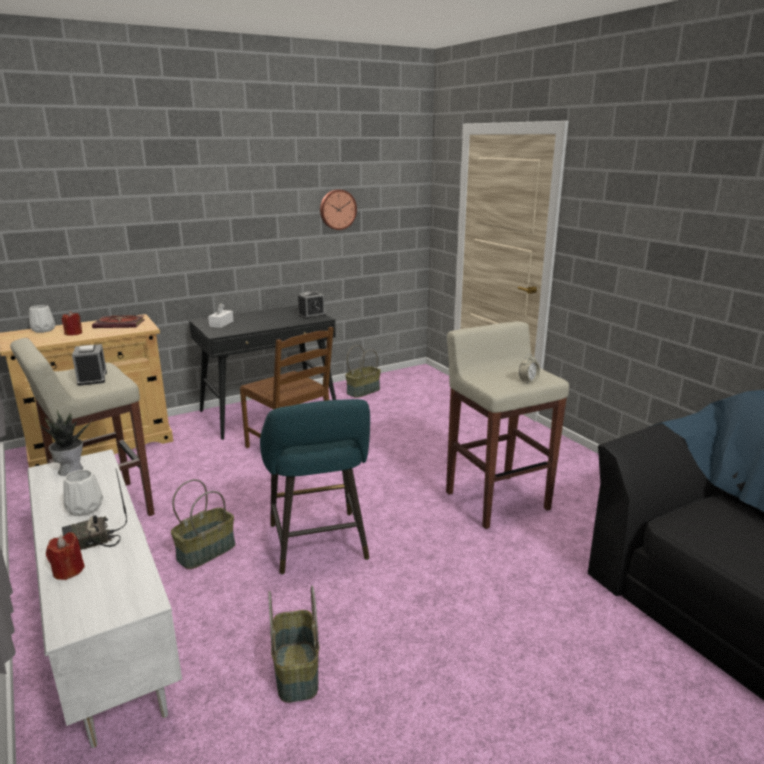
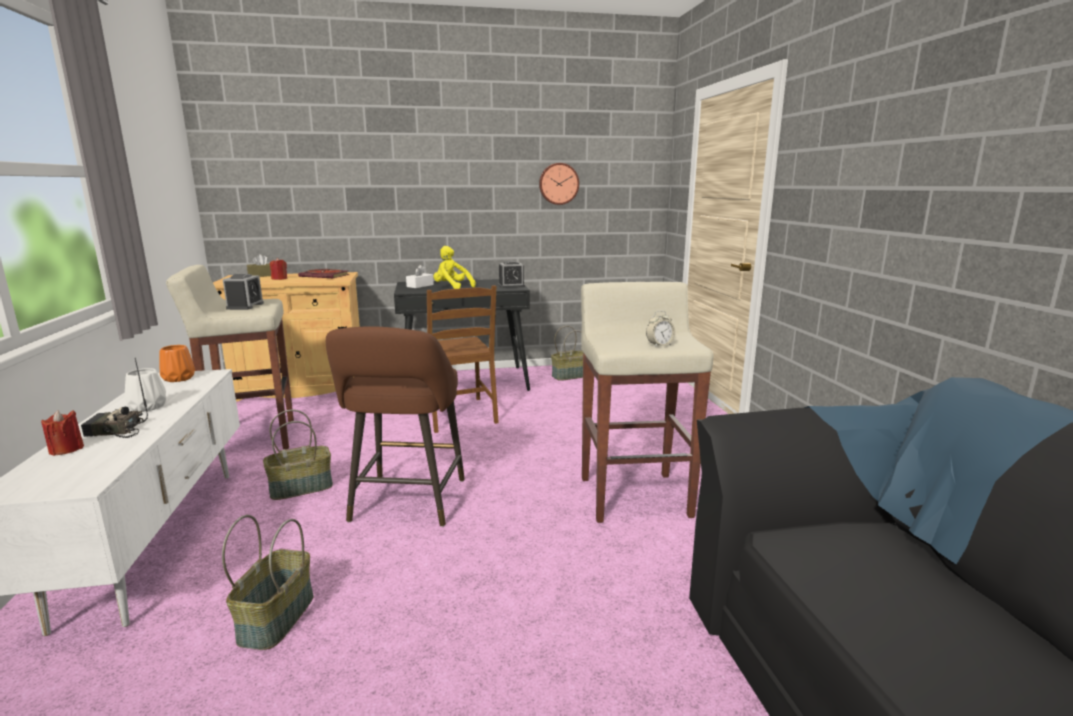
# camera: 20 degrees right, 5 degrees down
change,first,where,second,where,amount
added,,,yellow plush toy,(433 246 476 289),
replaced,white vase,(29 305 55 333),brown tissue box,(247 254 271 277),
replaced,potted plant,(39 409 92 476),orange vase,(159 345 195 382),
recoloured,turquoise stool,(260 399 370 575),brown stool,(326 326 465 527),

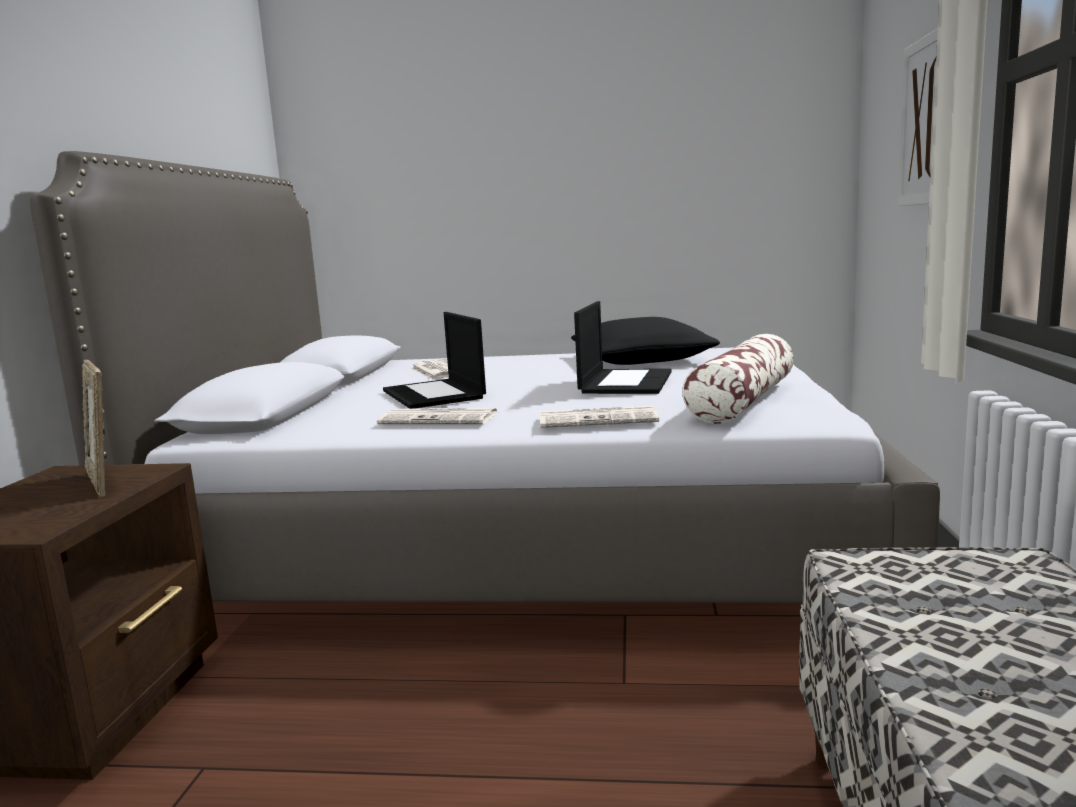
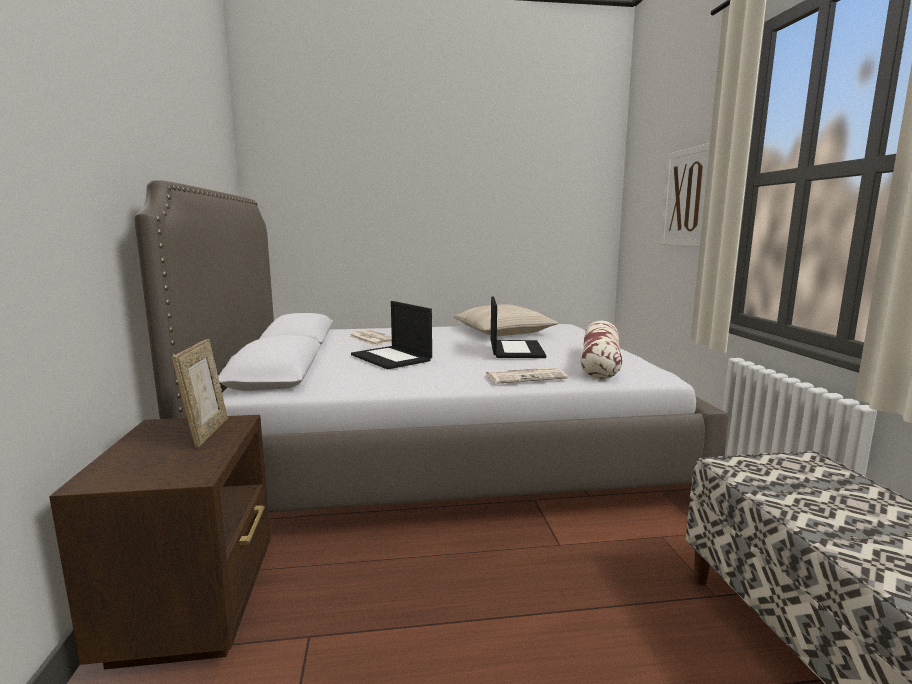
# camera: 15 degrees left, 0 degrees up
change,first,where,second,where,amount
removed,newspaper,(377 408 499 424),,,
recoloured,black pillow,(571 317 720 365),beige pillow,(453 304 558 336),
turned,picture frame,(82 360 105 497),,(172 339 228 448),135 degrees counterclockwise

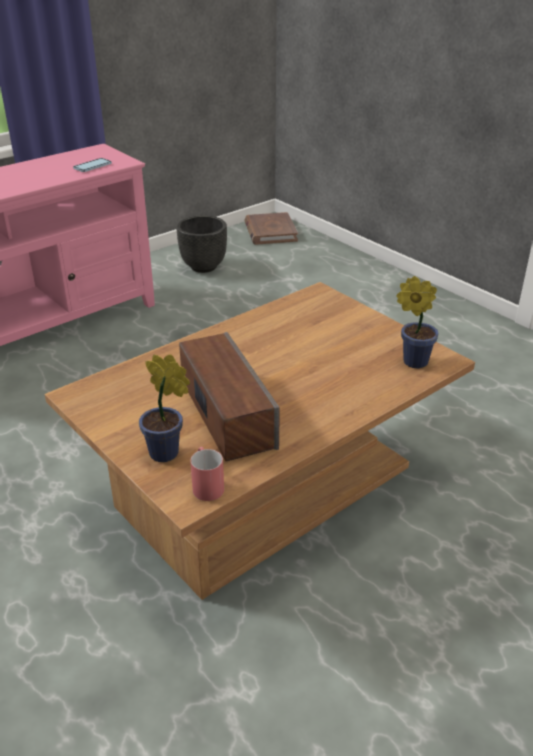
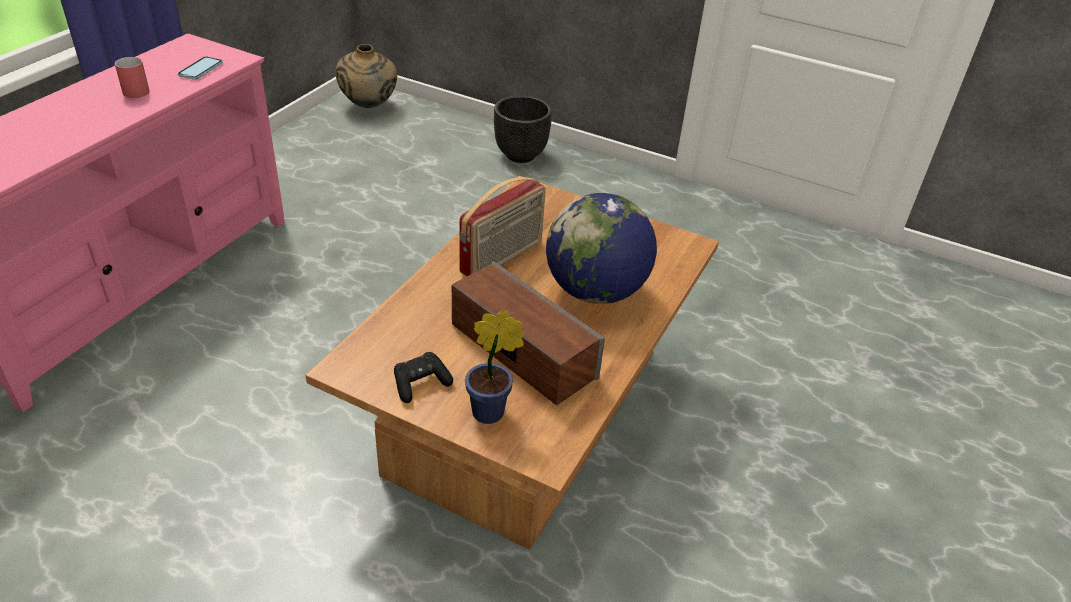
# camera: 25 degrees left, 5 degrees up
change,first,where,second,where,amount
removed,potted plant,(396 276 439 368),,,
added,,,black game controller,(394 352 453 403),
added,,,radio,(459 177 546 276),
added,,,globe,(546 193 657 304),
moved,black planter,(177 215 227 273),,(494 96 552 163),
moved,red mug,(190 447 224 501),,(115 57 150 98),
replaced,brown book,(245 212 298 245),beige vase,(336 44 397 108),

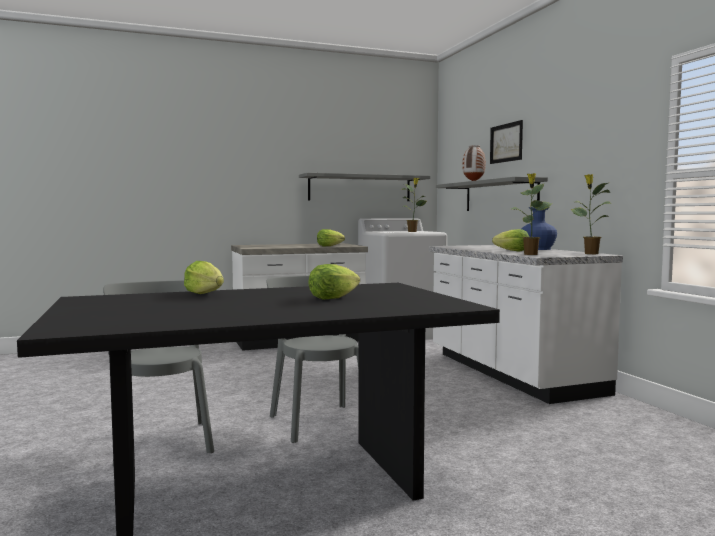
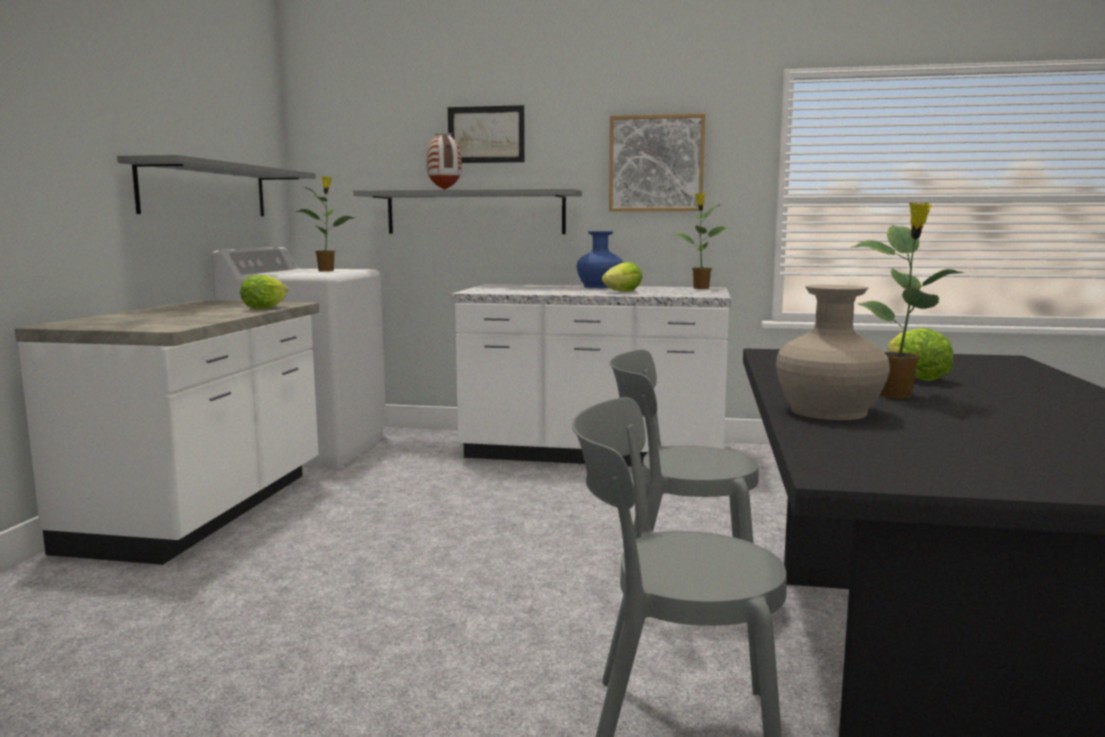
# camera: 60 degrees left, 5 degrees up
change,first,where,second,where,amount
added,,,picture,(609 114 705 211),
moved,potted plant,(511 173 553 255),,(852 202 965 398),
replaced,lettuce,(184 261 224 294),beige vase,(776 285 890 420),

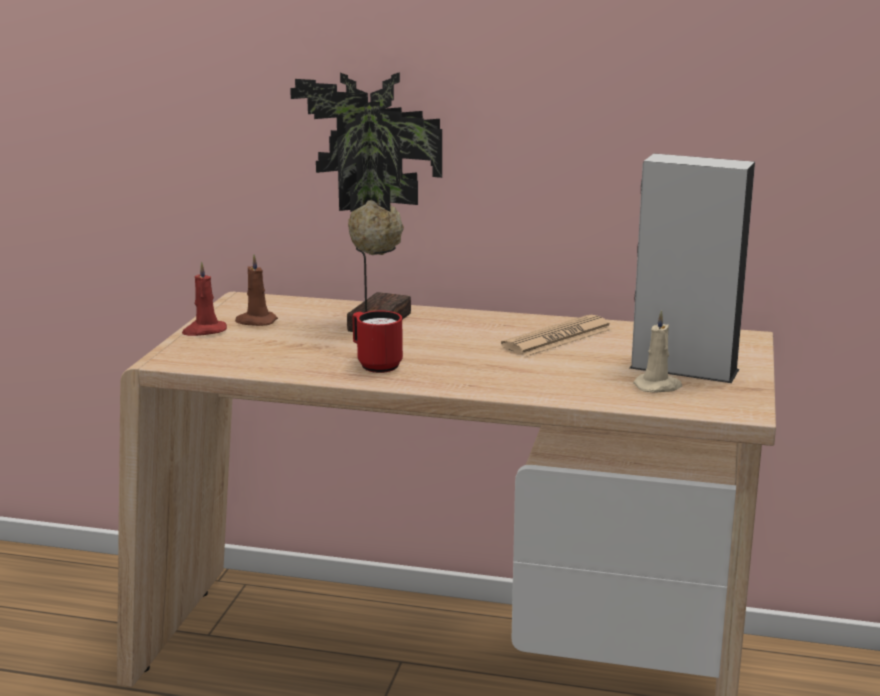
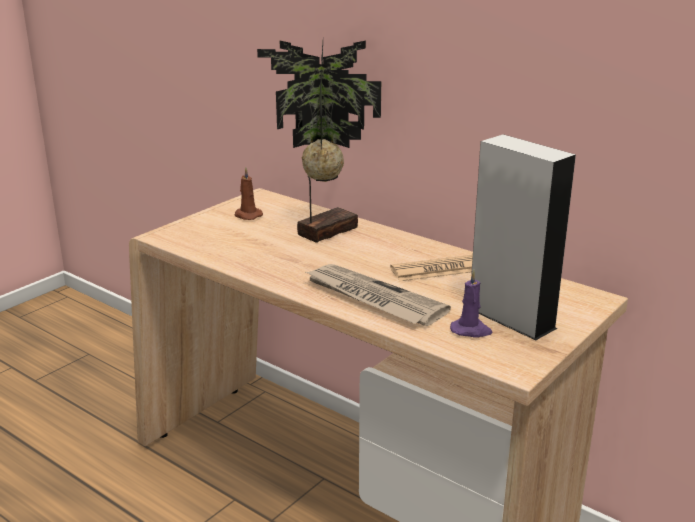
# camera: 25 degrees right, 5 degrees up
change,first,where,second,where,amount
removed,red candle,(182 261 227 336),,,
removed,red mug,(352 311 403 373),,,
added,,,newspaper,(304 264 451 326),
recoloured,beige candle,(633 310 682 393),purple candle,(450 270 493 337),

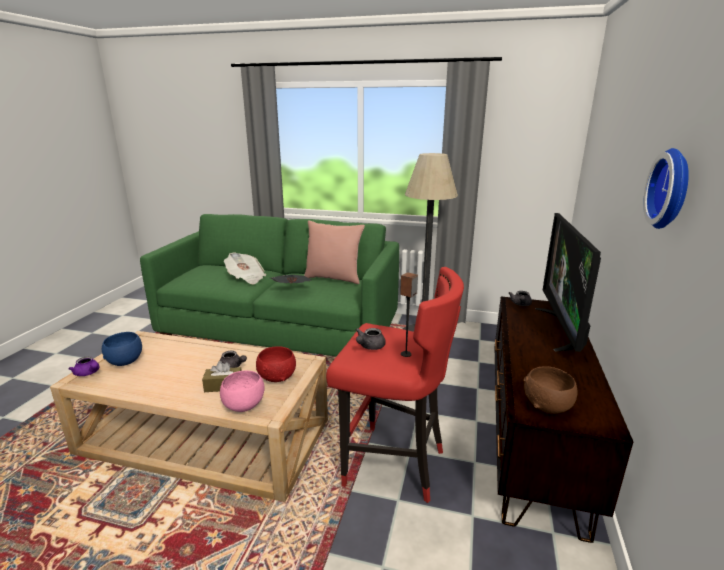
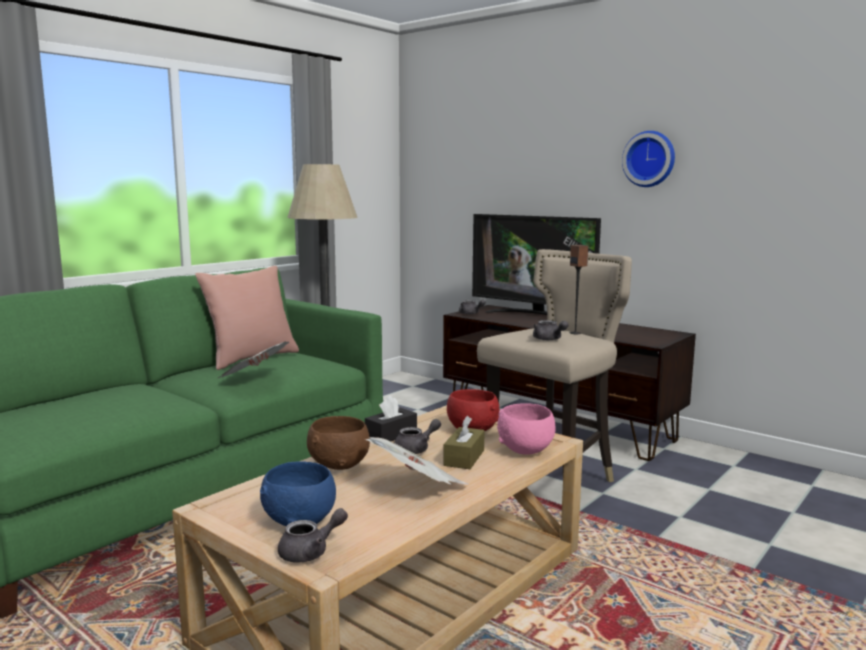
# camera: 65 degrees left, 10 degrees down
change,first,where,second,where,amount
added,,,black tissue box,(365 395 417 441),
moved,newspaper,(224 252 266 284),,(365 437 469 485),
moved,brown bowl,(524 366 578 414),,(307 416 370 470),
recoloured,purple teapot,(69 356 100 376),grey teapot,(278 508 348 563),
recoloured,red stool,(326 267 464 503),beige stool,(477 249 632 482),

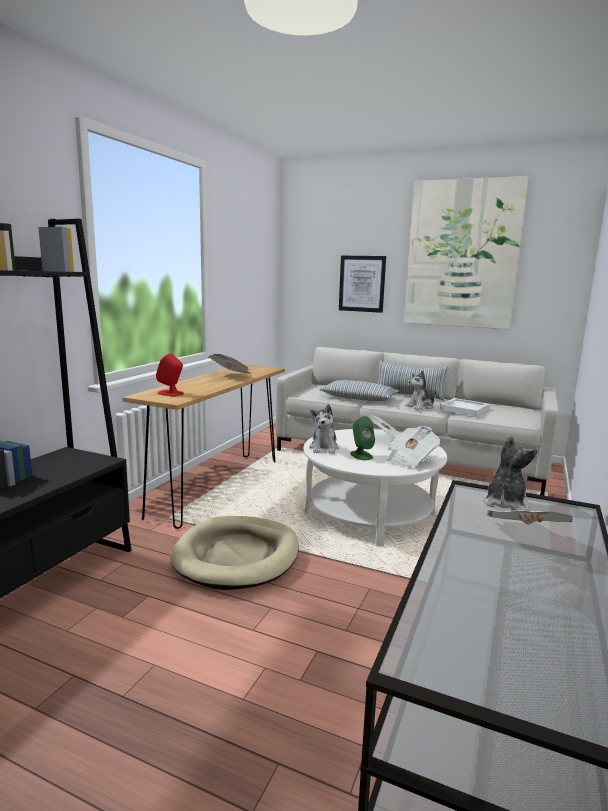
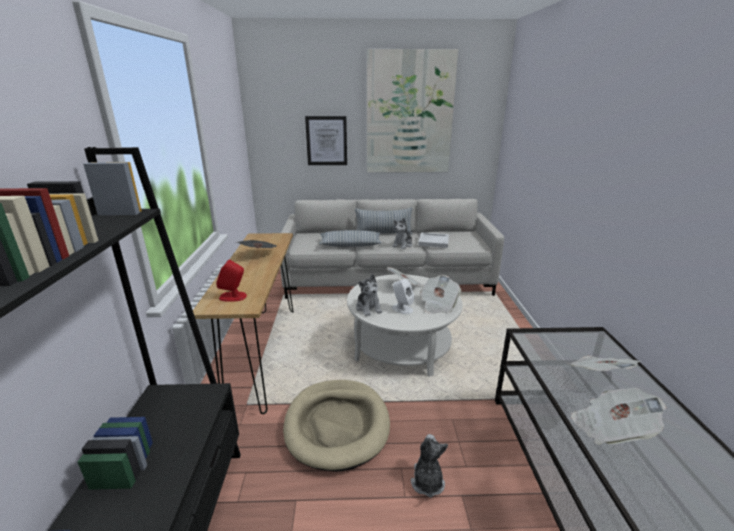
# camera: 25 degrees left, 10 degrees up
change,first,where,second,where,amount
added,,,newspaper,(571 388 667 445),
moved,plush toy,(483 436 538 511),,(411 434 448 498),
recoloured,green speaker,(350 416 375 460),white speaker,(392 279 414 314),

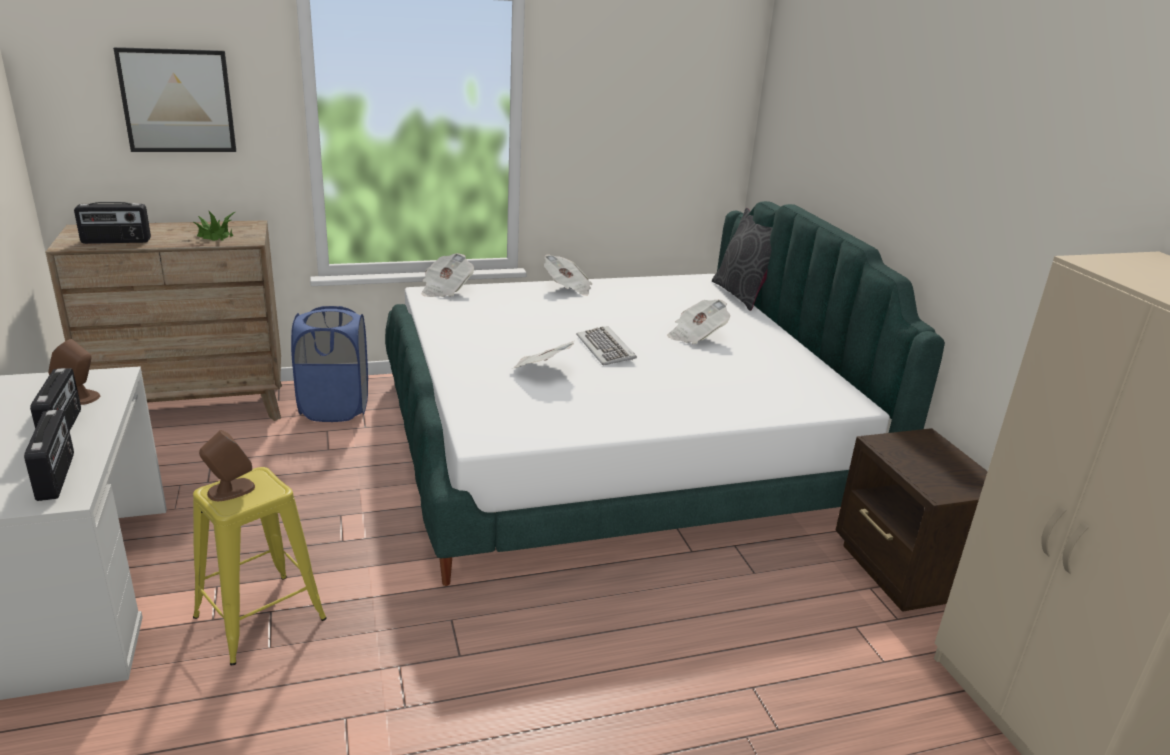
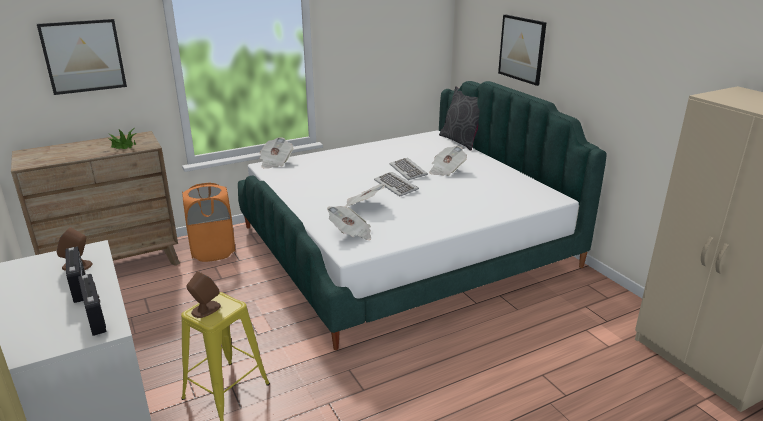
# camera: 10 degrees left, 0 degrees up
change,first,where,second,where,amount
removed,radio,(74 202 151 244),,,
removed,brown nightstand,(835 428 988 612),,,
added,,,keyboard,(389 158 428 180),
added,,,picture,(498 14 547 86),
moved,newspaper,(544 254 592 296),,(327 206 371 240),
recoloured,blue laundry basket,(291 306 368 422),orange laundry basket,(182 182 235 262),

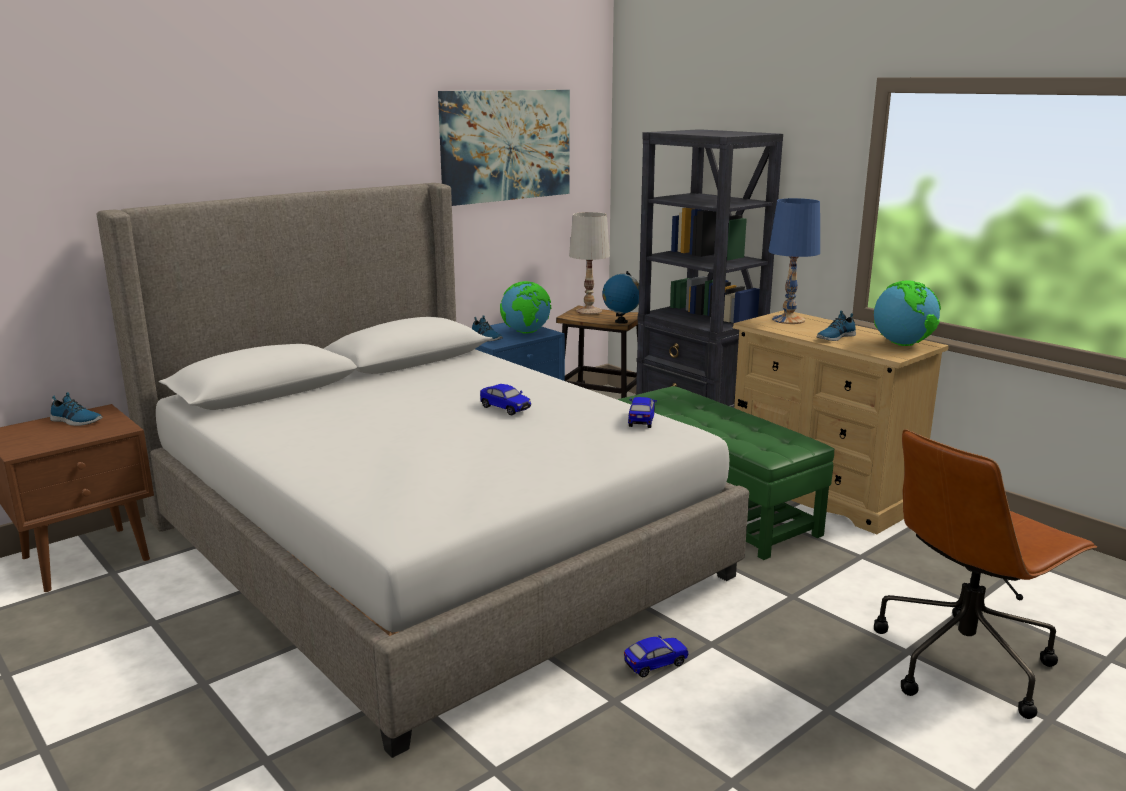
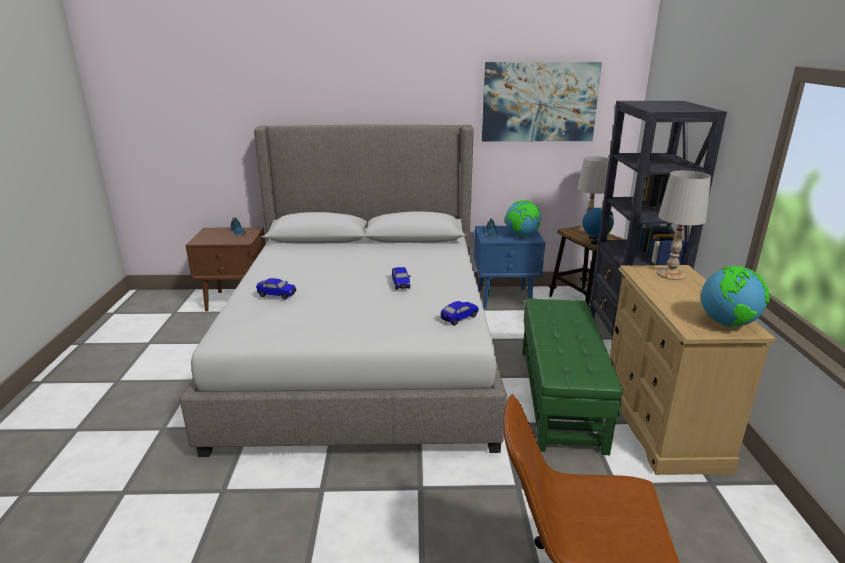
# camera: 40 degrees right, 5 degrees up
change,first,where,second,where,amount
removed,shoe,(817 311 856 341),,,
moved,toy car,(624 635 689 678),,(256 278 296 300),
recoloured,blue table lamp,(768 198 820 324),white table lamp,(656 171 711 280),

